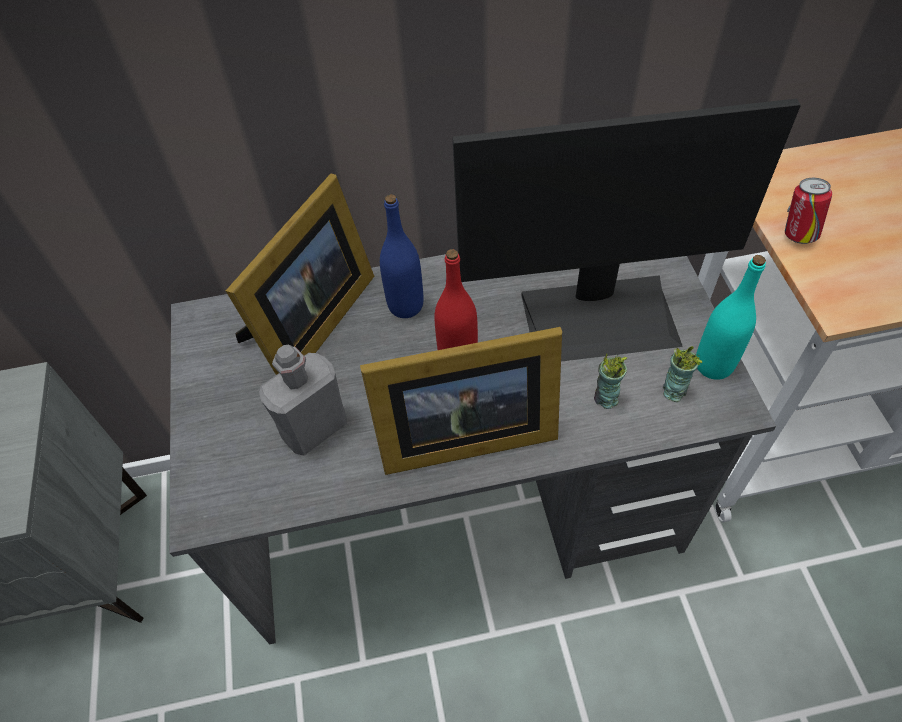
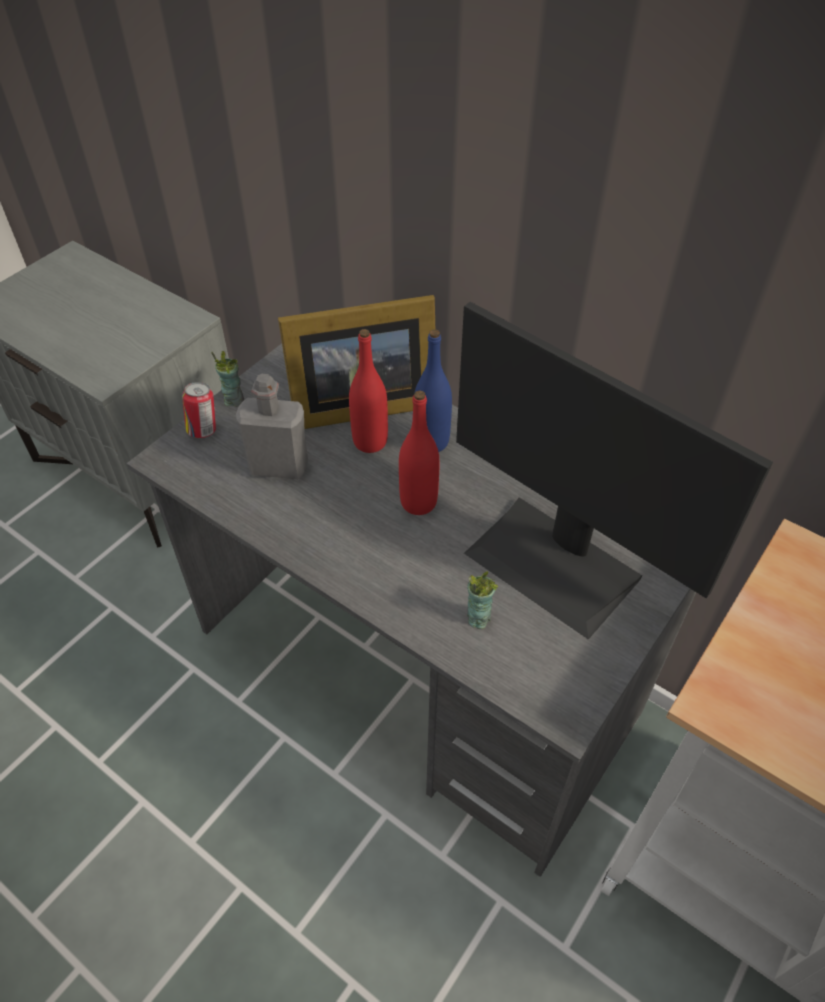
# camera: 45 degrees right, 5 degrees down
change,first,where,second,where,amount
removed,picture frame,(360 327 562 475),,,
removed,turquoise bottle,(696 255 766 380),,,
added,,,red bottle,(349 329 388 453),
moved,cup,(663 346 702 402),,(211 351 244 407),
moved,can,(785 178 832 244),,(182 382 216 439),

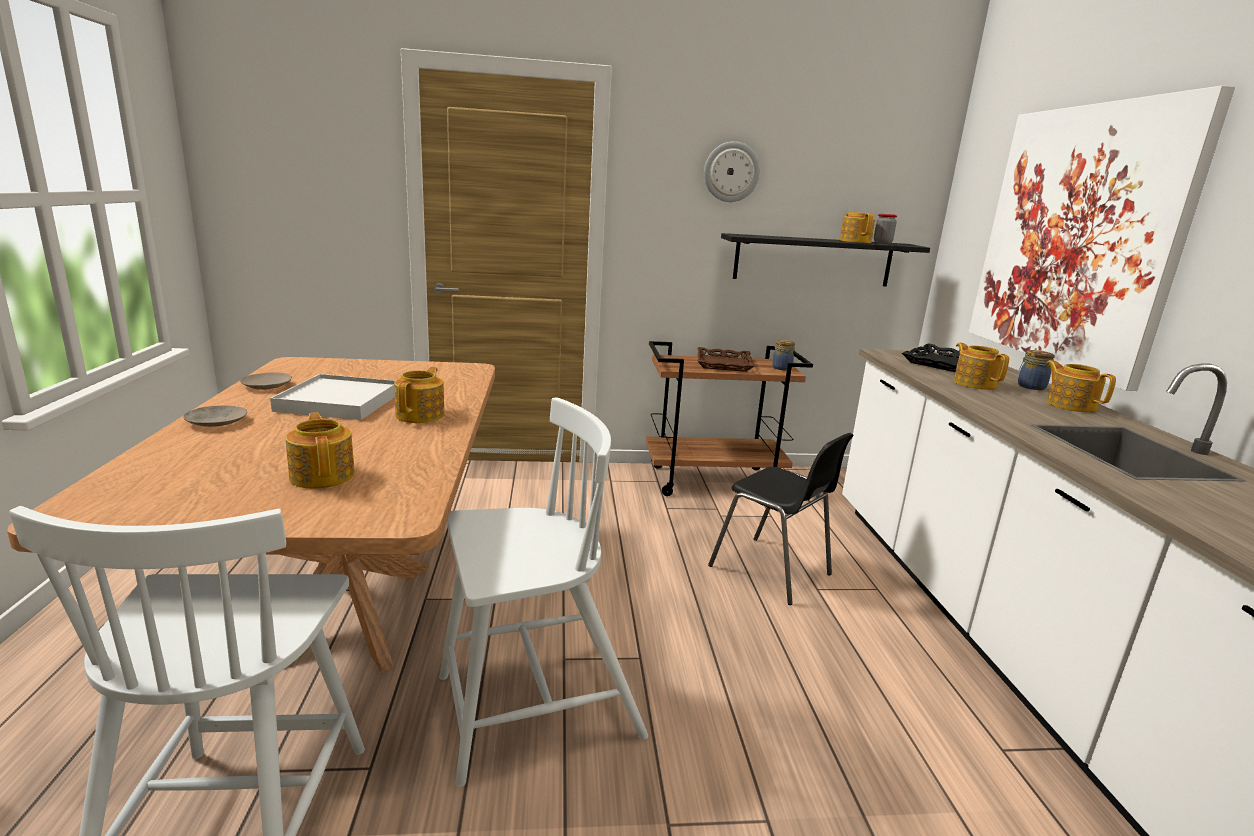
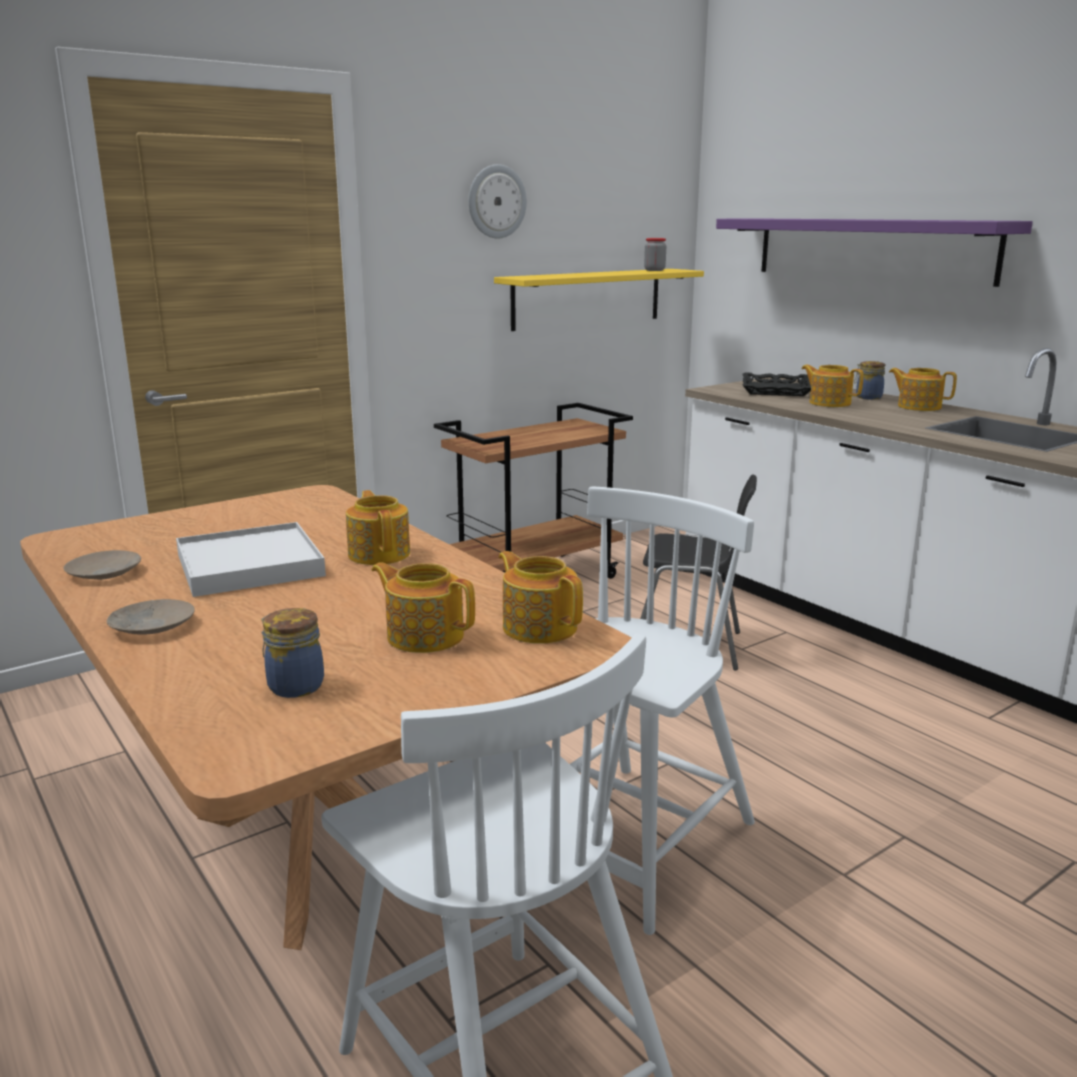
# camera: 30 degrees left, 0 degrees up
change,first,where,second,where,amount
removed,brown tray,(697 347 754 372),,,
moved,jar,(772 340 795 370),,(261 608 324 698),
moved,teapot,(840 212 875 243),,(499 551 583 643),
replaced,picture,(969 85 1235 391),purple shelf,(716 218 1033 287),
recoloured,black shelf,(721 233 930 286),yellow shelf,(494 269 704 331),

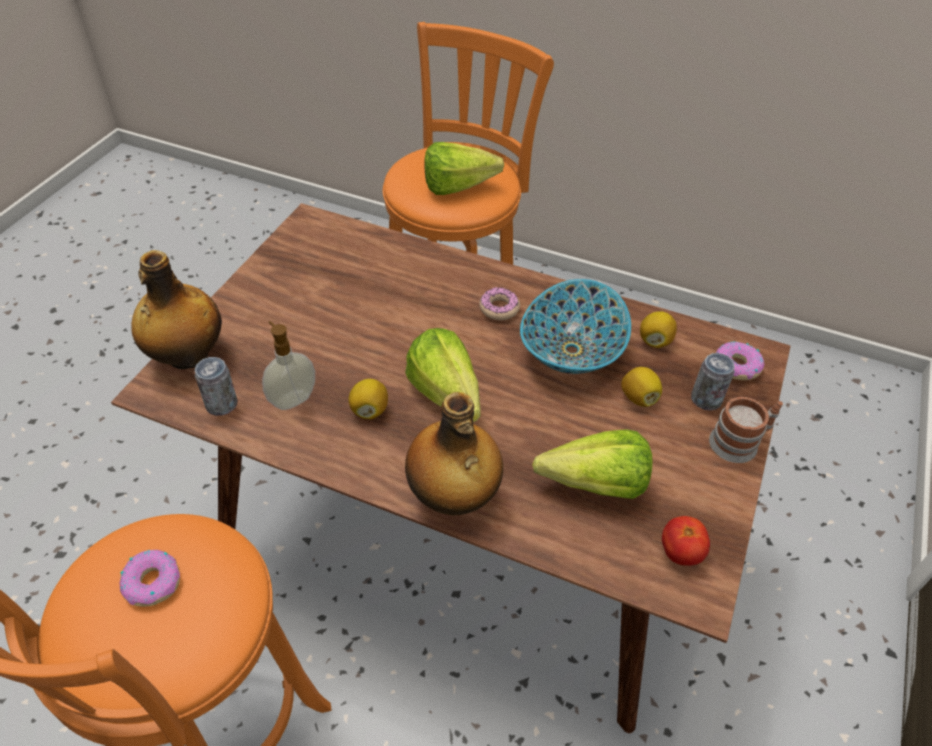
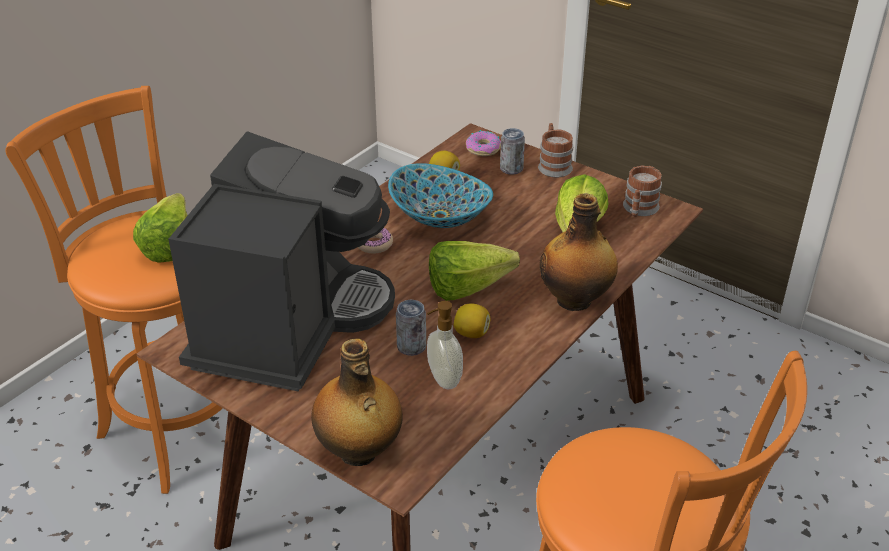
# camera: 75 degrees left, 10 degrees down
change,first,where,second,where,amount
removed,donut,(120 550 180 607),,,
removed,lemon,(621 367 662 407),,,
added,,,coffee machine,(168 131 395 391),
moved,can,(195 357 238 416),,(396 300 426 356),
replaced,tomato,(662 516 710 566),mug,(623 166 662 217),

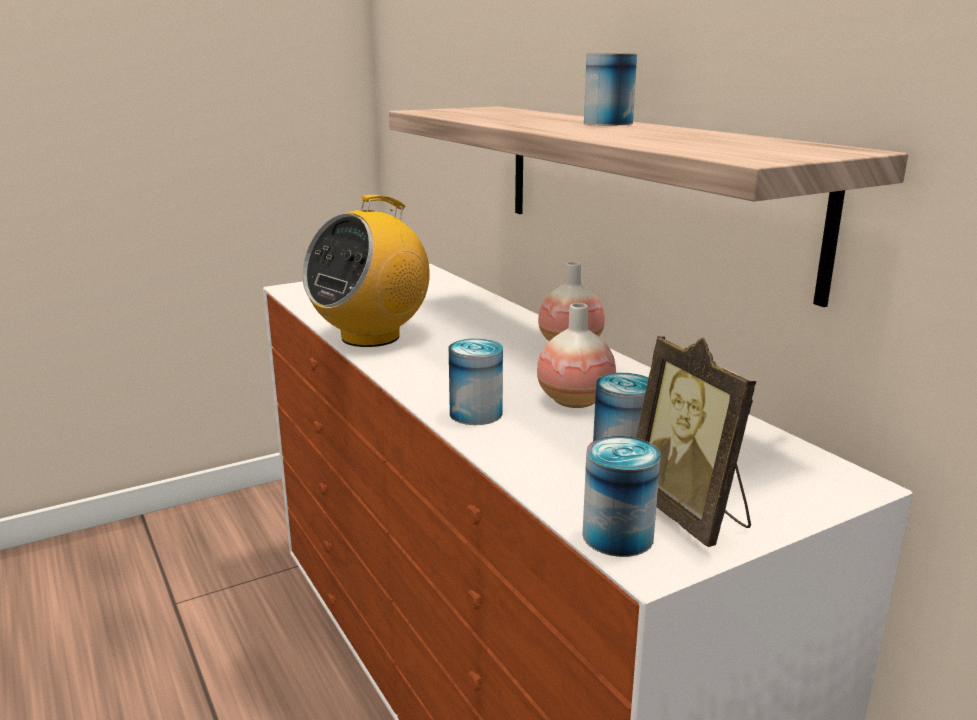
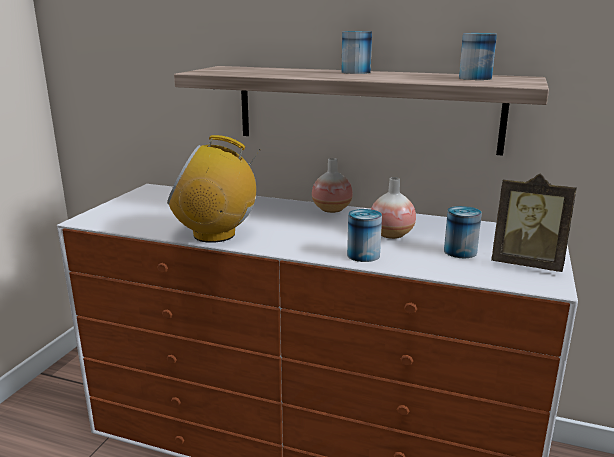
# camera: 40 degrees left, 0 degrees up
change,first,where,second,where,amount
moved,can,(582 436 661 557),,(459 33 497 80),
turned,radio,(302 195 430 347),,(167 135 260 243),90 degrees clockwise

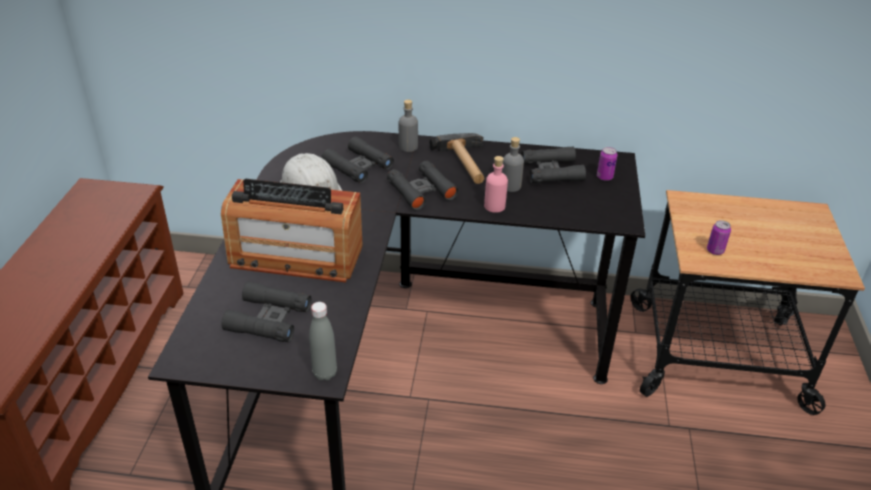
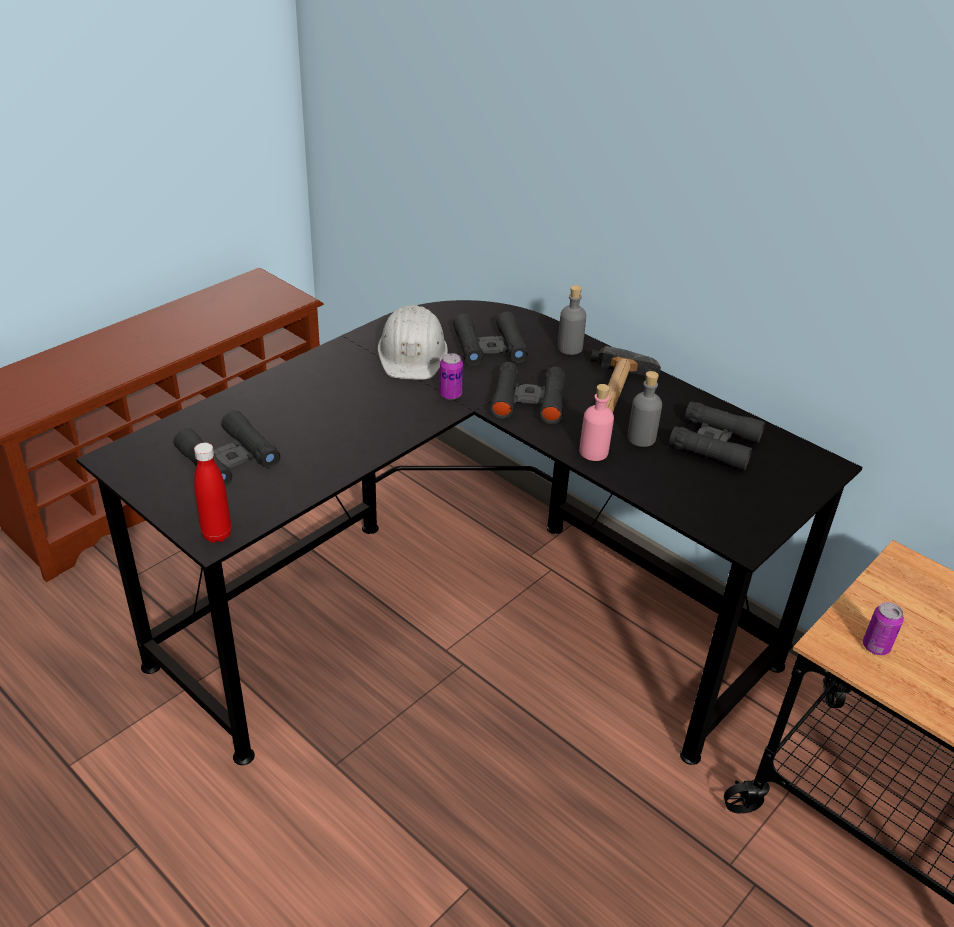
# camera: 35 degrees right, 0 degrees up
change,first,where,second,where,amount
removed,radio,(221 179 363 282),,,
moved,can,(597 147 618 181),,(439 353 463 400),
recoloured,grey bottle,(309 302 337 381),red bottle,(194 443 231 543),

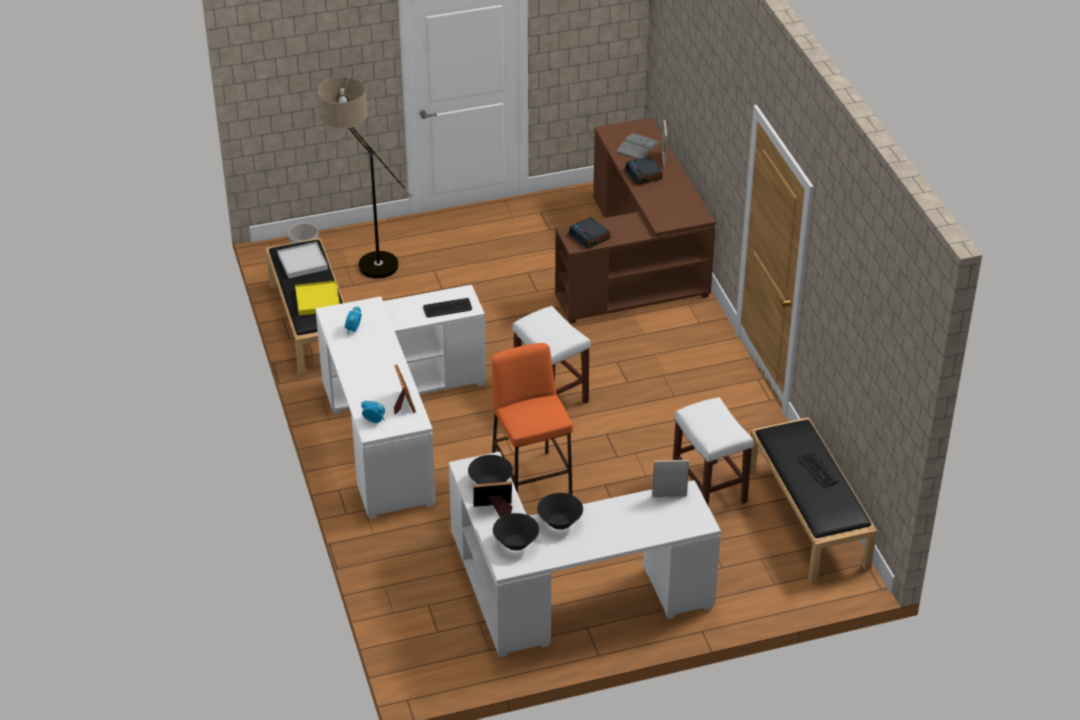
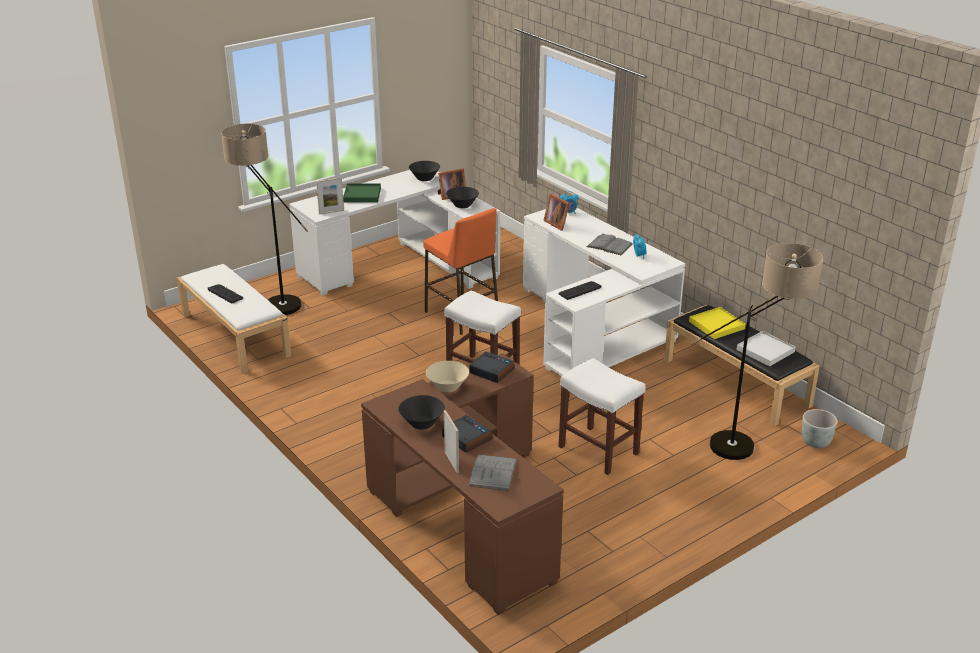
# camera: 160 degrees right, 10 degrees down
change,first,where,second,where,amount
added,,,floor lamp,(221 124 308 315),
added,,,green tray,(343 184 381 202),
added,,,beige bowl,(426 361 469 392),
added,,,grey book,(587 233 632 255),
moved,black bowl,(537 493 583 530),,(399 395 445 430),
moved,white stool,(673 397 754 505),,(558 358 646 475),
recoloured,black bench,(750 417 877 583),white bench,(177 264 291 373),

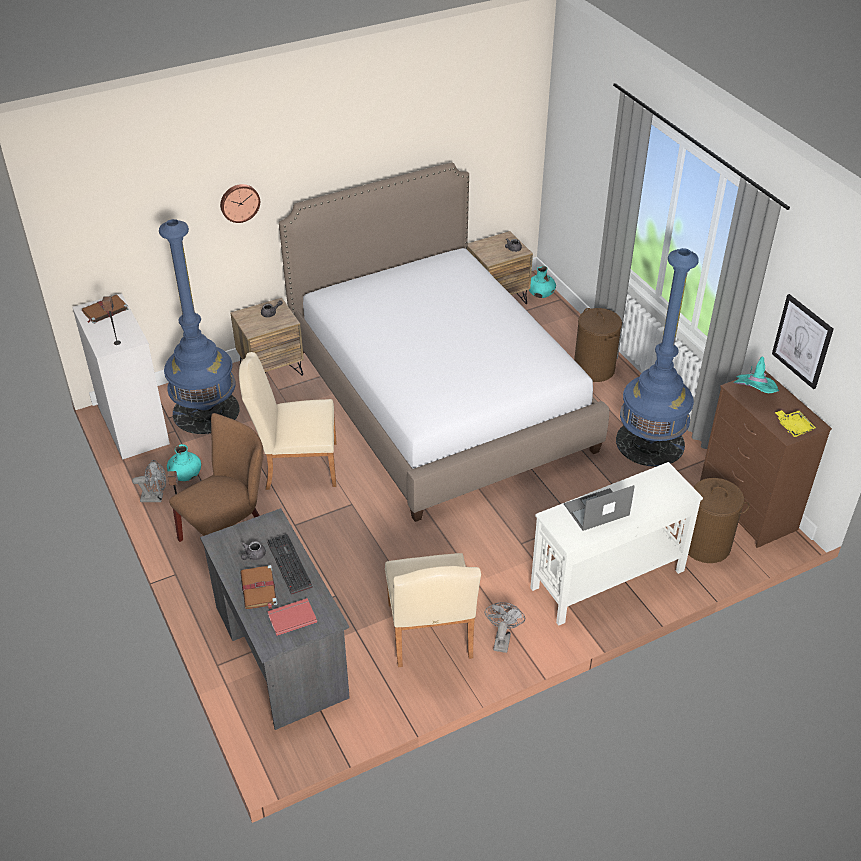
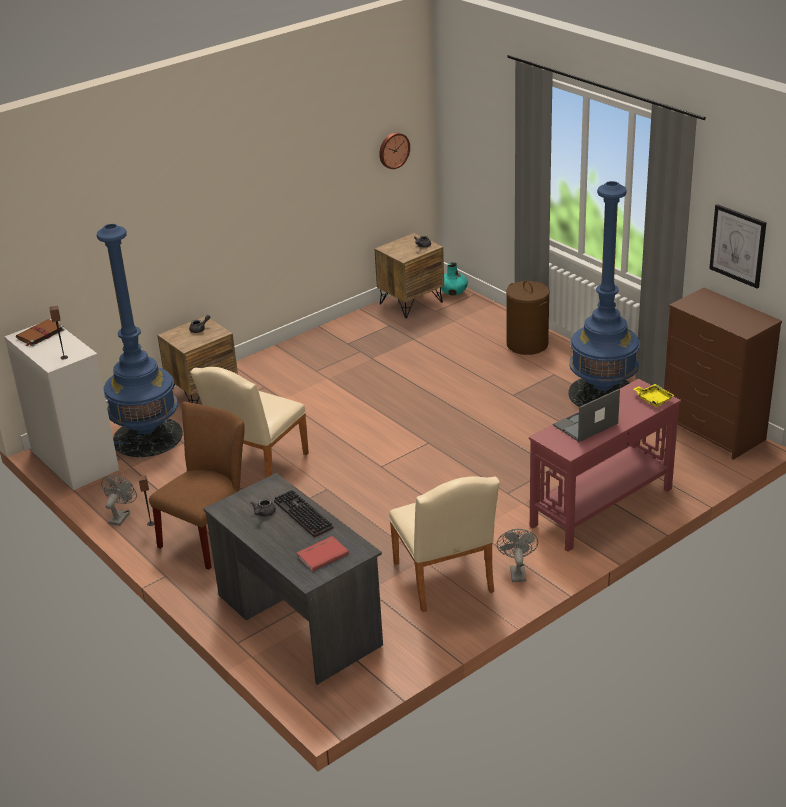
# camera: 10 degrees left, 10 degrees down
change,first,where,second,where,amount
removed,turquoise vase,(167 444 201 481),,,
removed,brown book,(240 565 278 609),,,
removed,bed,(279 162 609 522),,,
removed,brown laundry basket,(688 478 750 563),,,
removed,turquoise hat,(733 357 779 393),,,
moved,wall clock,(220 184 260 223),,(379 132 410 169),
moved,yellow tray,(775 410 816 437),,(633 384 675 407),
recoloured,white console table,(530 462 703 626),red console table,(529 379 681 552),
turned,grey fan,(132 460 166 502),,(101 476 137 526),60 degrees counterclockwise
turned,beige chair,(239 352 337 490),,(190 367 309 478),45 degrees counterclockwise

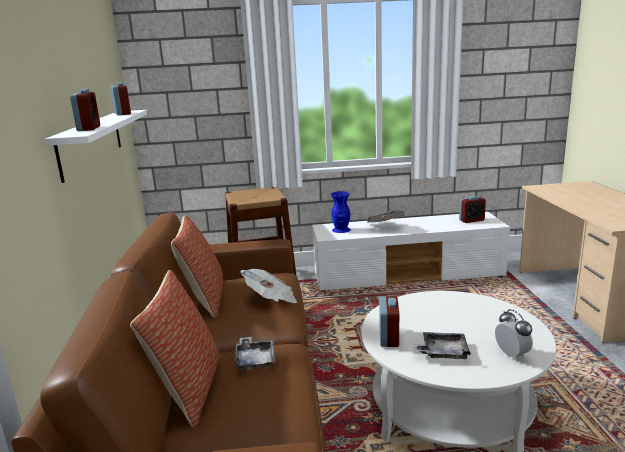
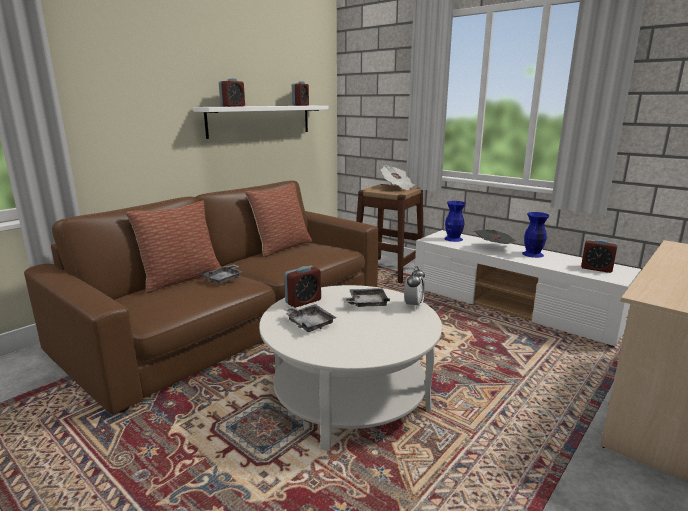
# camera: 45 degrees right, 0 degrees up
change,first,where,second,where,amount
added,,,grey tray,(343 288 390 307),
added,,,blue vase,(522 212 549 258),
moved,newspaper,(241 269 297 303),,(380 165 415 190),
moved,alarm clock,(495 309 533 359),,(404 266 425 310),

